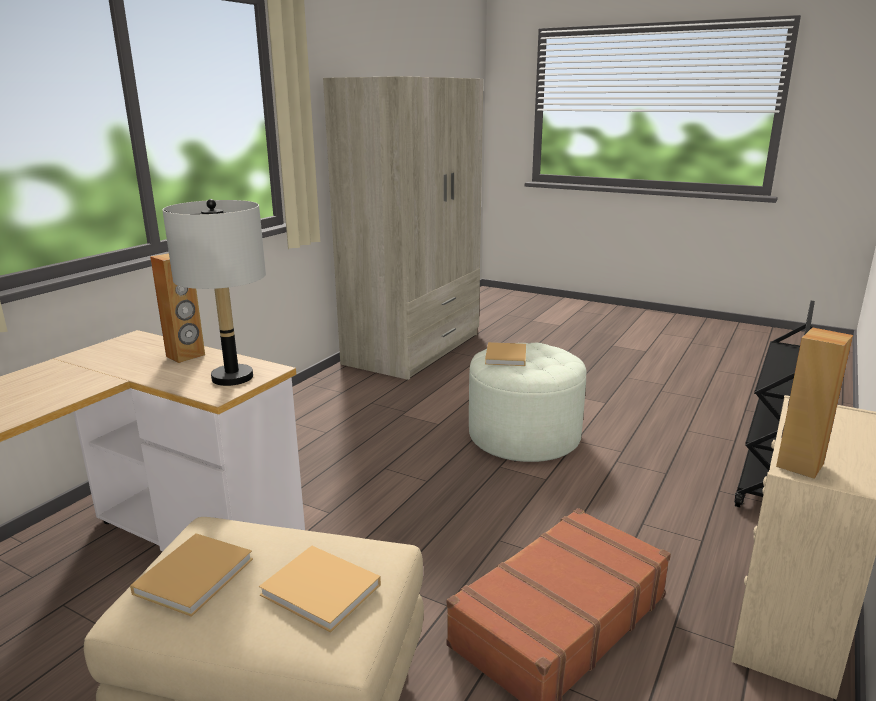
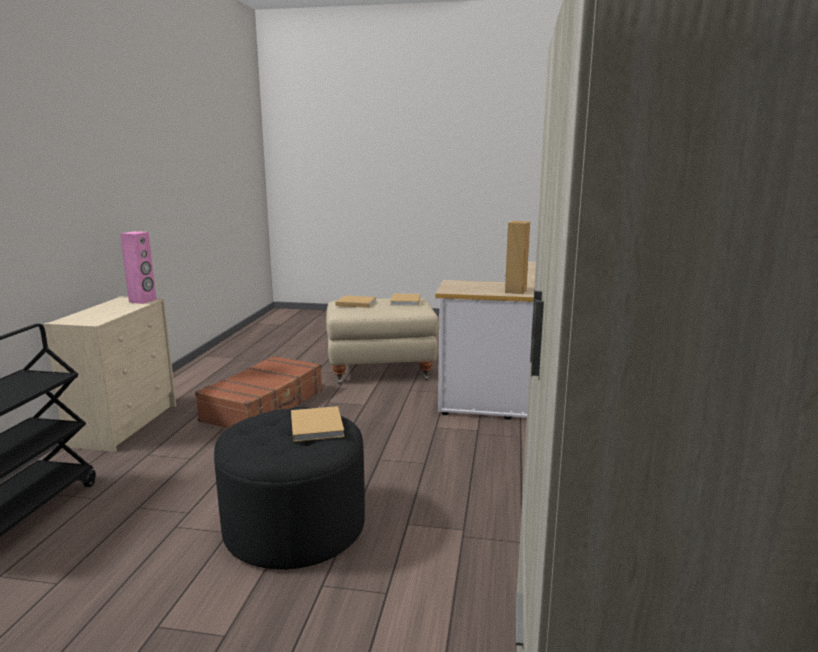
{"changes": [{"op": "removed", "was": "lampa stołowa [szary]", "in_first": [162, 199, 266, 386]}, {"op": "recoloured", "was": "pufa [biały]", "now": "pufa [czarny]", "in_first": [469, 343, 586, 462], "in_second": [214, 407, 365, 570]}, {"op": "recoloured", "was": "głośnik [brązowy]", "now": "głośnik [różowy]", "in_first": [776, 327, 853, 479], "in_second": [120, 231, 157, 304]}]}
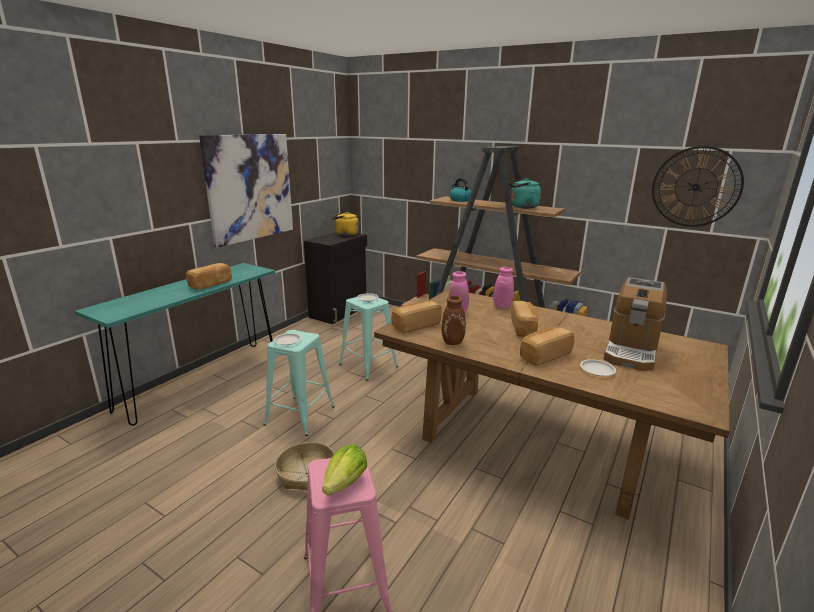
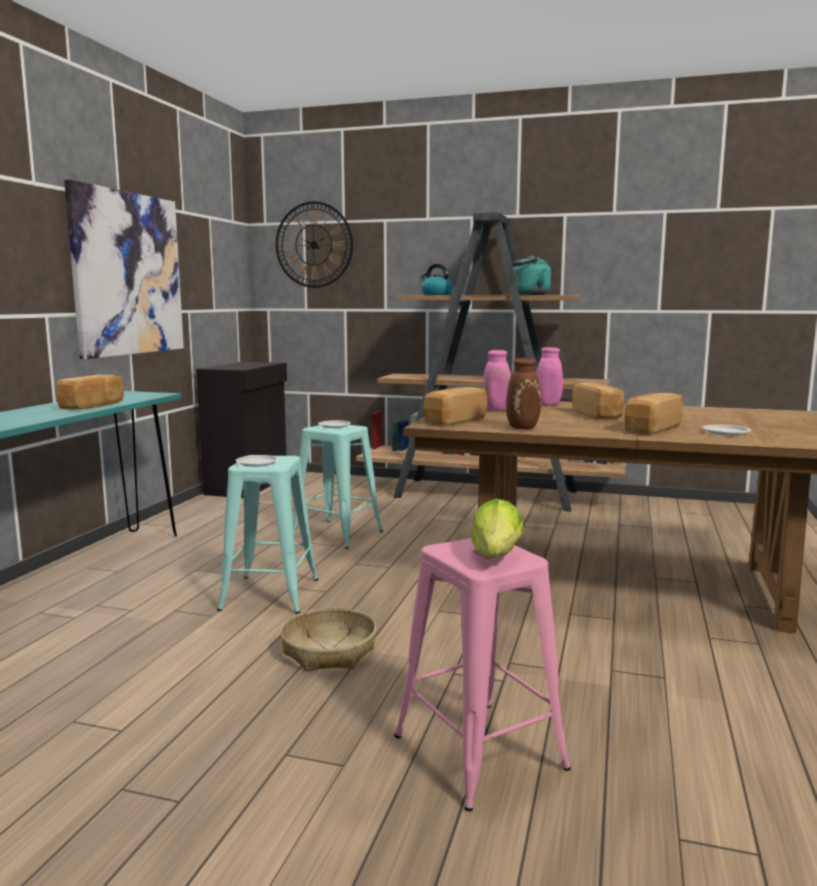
{"changes": [{"op": "removed", "was": "czajnik [żółty]", "in_first": [332, 212, 359, 236]}, {"op": "removed", "was": "ekspres do kawy", "in_first": [604, 277, 667, 371]}, {"op": "moved", "was": "zegar ścienny", "in_first": [652, 146, 744, 227], "in_second": [276, 201, 353, 288]}]}
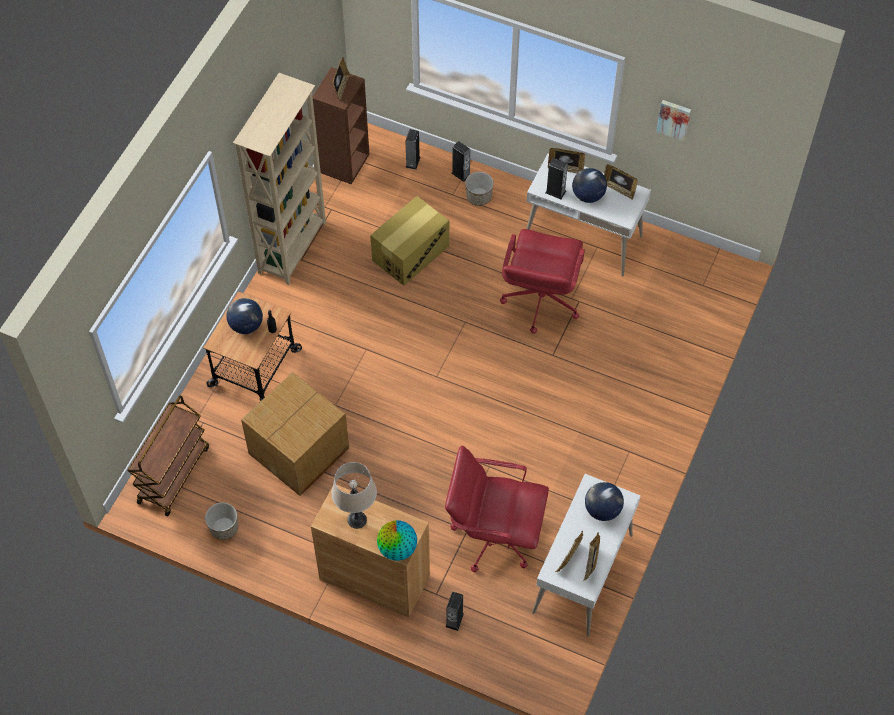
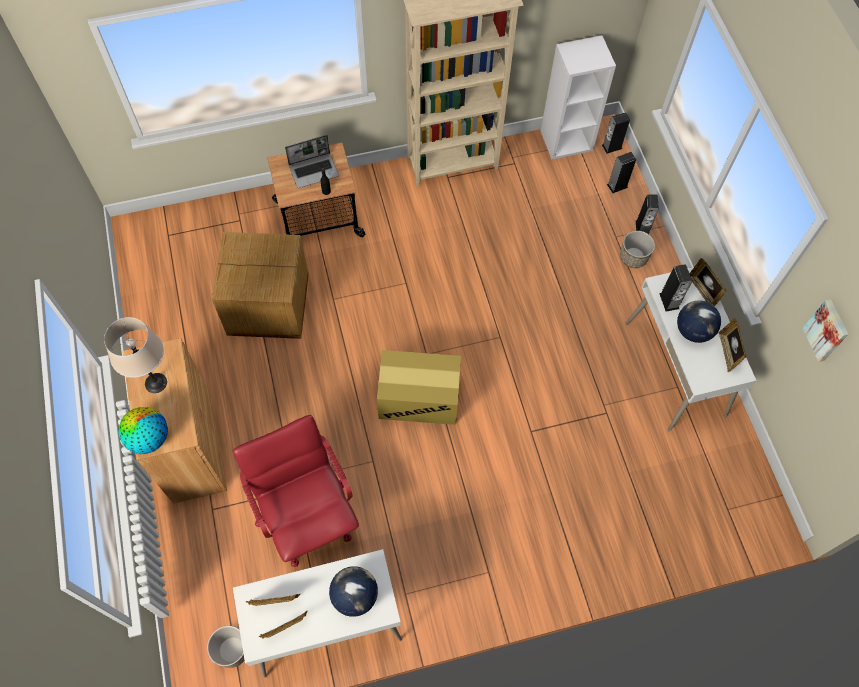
{"changes": [{"op": "removed", "was": "wózek [brązowy]", "in_first": [128, 396, 209, 516]}, {"op": "moved", "was": "donica", "in_first": [205, 502, 238, 540], "in_second": [207, 626, 245, 668]}, {"op": "replaced", "was": "globus", "now": "laptop", "in_first": [226, 298, 263, 334], "in_second": [285, 135, 339, 188]}, {"op": "recoloured", "was": "regał [brązowy]", "now": "regał [biały]", "in_first": [313, 67, 369, 184], "in_second": [541, 35, 616, 159]}, {"op": "removed", "was": "ramka na zdjęcie", "in_first": [332, 57, 350, 101]}, {"op": "moved", "was": "karton", "in_first": [370, 196, 449, 286], "in_second": [377, 350, 461, 425]}, {"op": "moved", "was": "głośnik", "in_first": [446, 592, 464, 631], "in_second": [602, 112, 630, 154]}, {"op": "removed", "was": "krzesło biurowe [czerwony]", "in_first": [500, 229, 585, 334]}]}
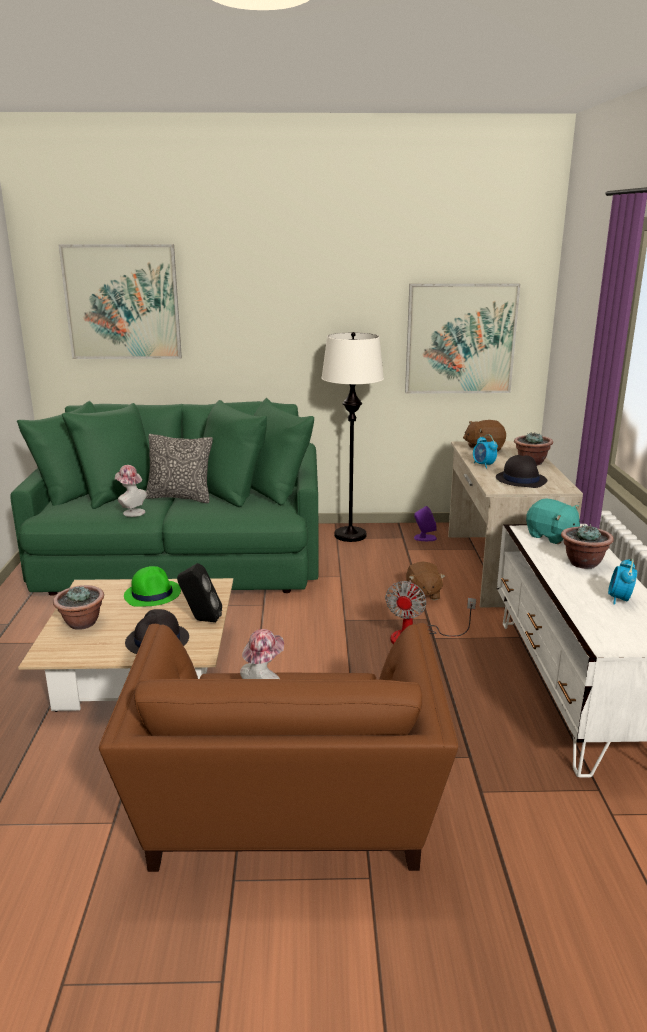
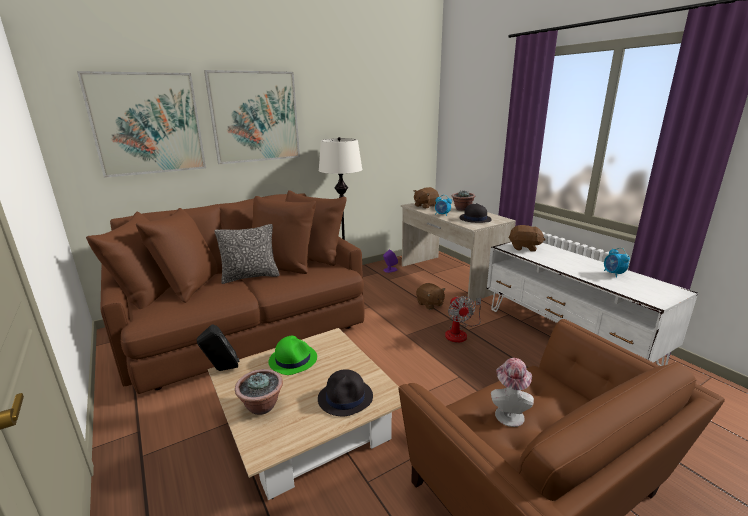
{"changes": [{"op": "recoloured", "was": "kanapa [zielony]", "now": "kanapa [brązowy]", "in_first": [10, 398, 319, 596], "in_second": [86, 190, 365, 394]}, {"op": "removed", "was": "kapelusz", "in_first": [115, 465, 147, 517]}, {"op": "moved", "was": "głośnik [czarny]", "in_first": [177, 563, 222, 622], "in_second": [197, 324, 239, 371]}, {"op": "moved", "was": "obraz", "in_first": [405, 283, 520, 394], "in_second": [204, 70, 300, 164]}, {"op": "recoloured", "was": "pluszak [turkusowy]", "now": "pluszak [brązowy]", "in_first": [526, 498, 581, 544], "in_second": [509, 225, 546, 251]}, {"op": "removed", "was": "roślina doniczkowa", "in_first": [561, 524, 614, 569]}]}
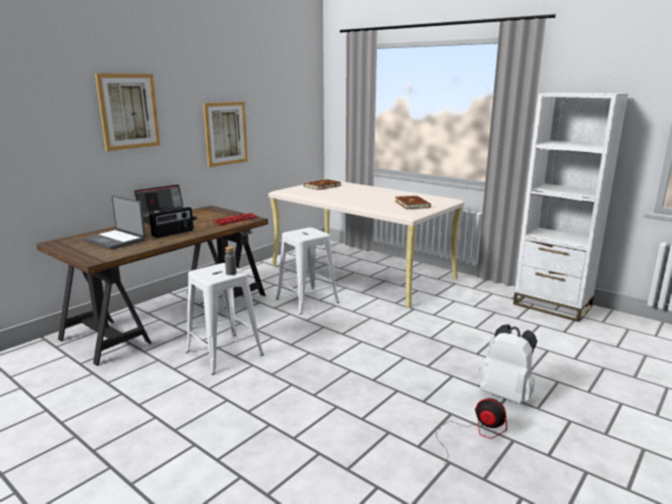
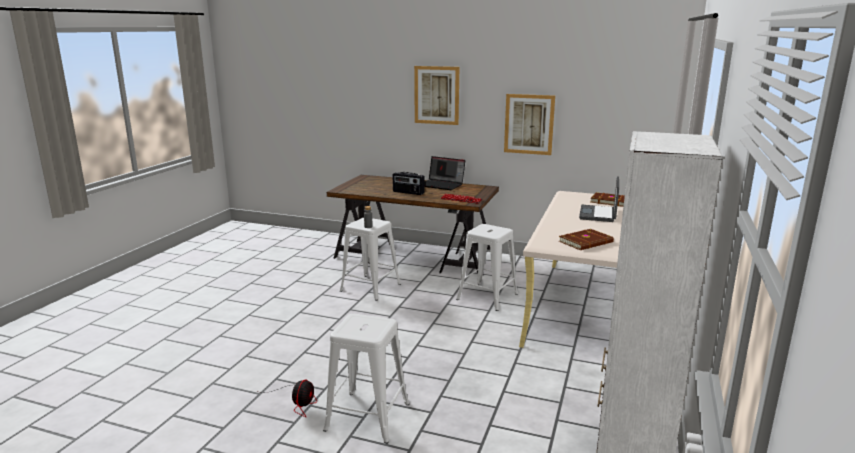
{"changes": [{"op": "moved", "was": "laptop", "in_first": [83, 195, 146, 250], "in_second": [579, 176, 619, 222]}, {"op": "replaced", "was": "plecak [biały]", "now": "stołek [biały]", "in_first": [477, 324, 537, 404], "in_second": [323, 314, 409, 444]}]}
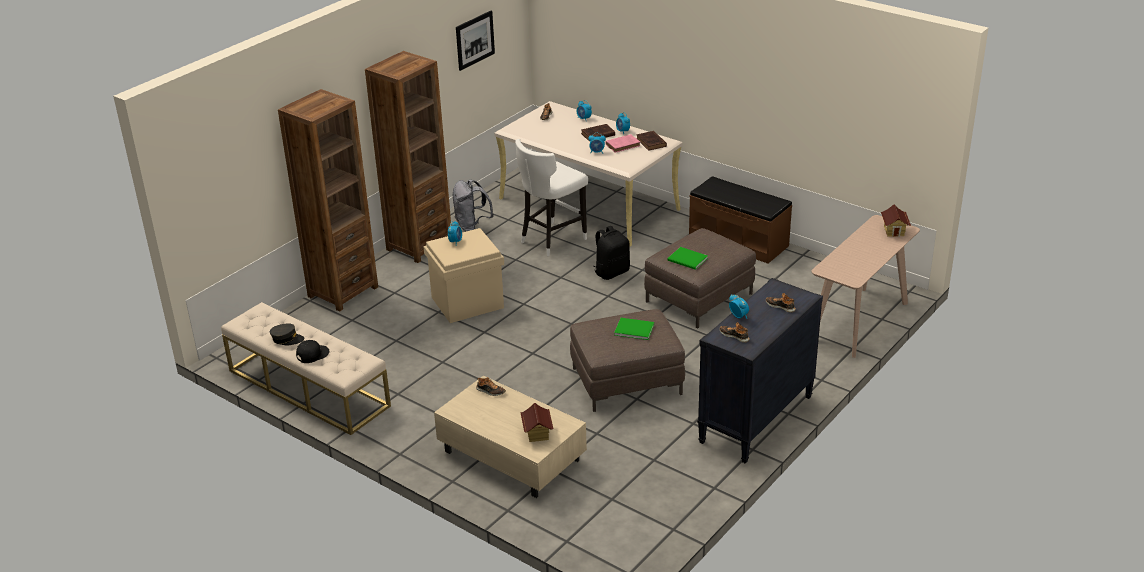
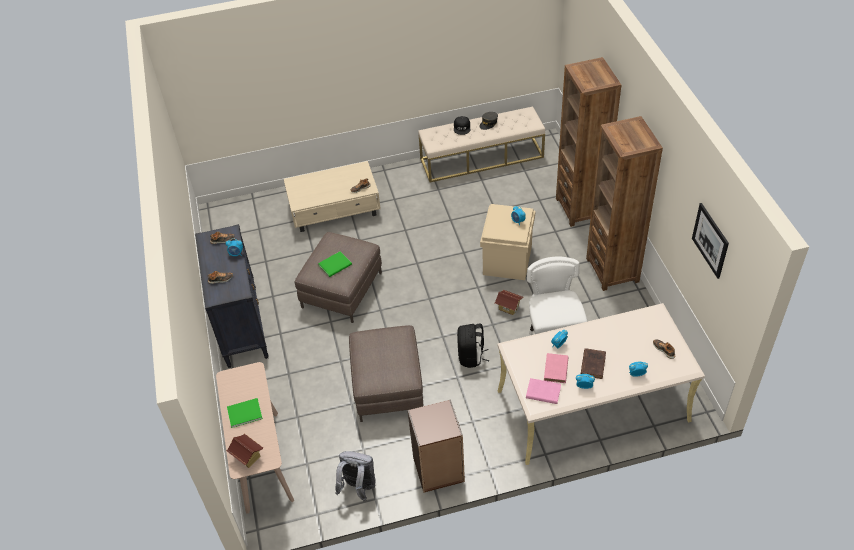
{"changes": [{"op": "moved", "was": "plecak [szary]", "in_first": [453, 180, 494, 231], "in_second": [335, 451, 376, 502]}, {"op": "moved", "was": "domek", "in_first": [520, 403, 554, 442], "in_second": [495, 289, 523, 315]}, {"op": "recoloured", "was": "książka [brązowy]", "now": "książka [różowy]", "in_first": [636, 131, 667, 151], "in_second": [526, 378, 561, 404]}, {"op": "moved", "was": "książka [zielony]", "in_first": [667, 247, 708, 270], "in_second": [227, 398, 263, 428]}, {"op": "replaced", "was": "ławka [brązowy]", "now": "regał [brązowy]", "in_first": [689, 176, 792, 264], "in_second": [408, 399, 465, 493]}]}
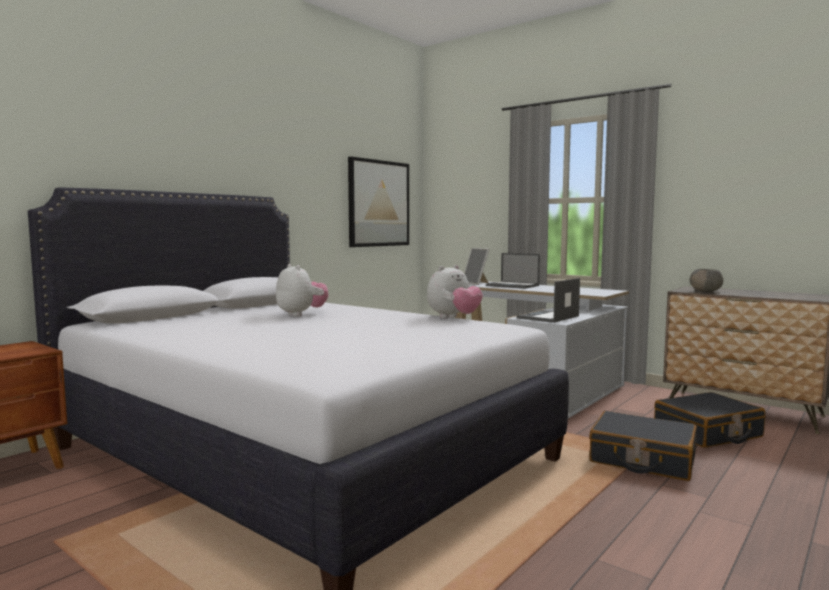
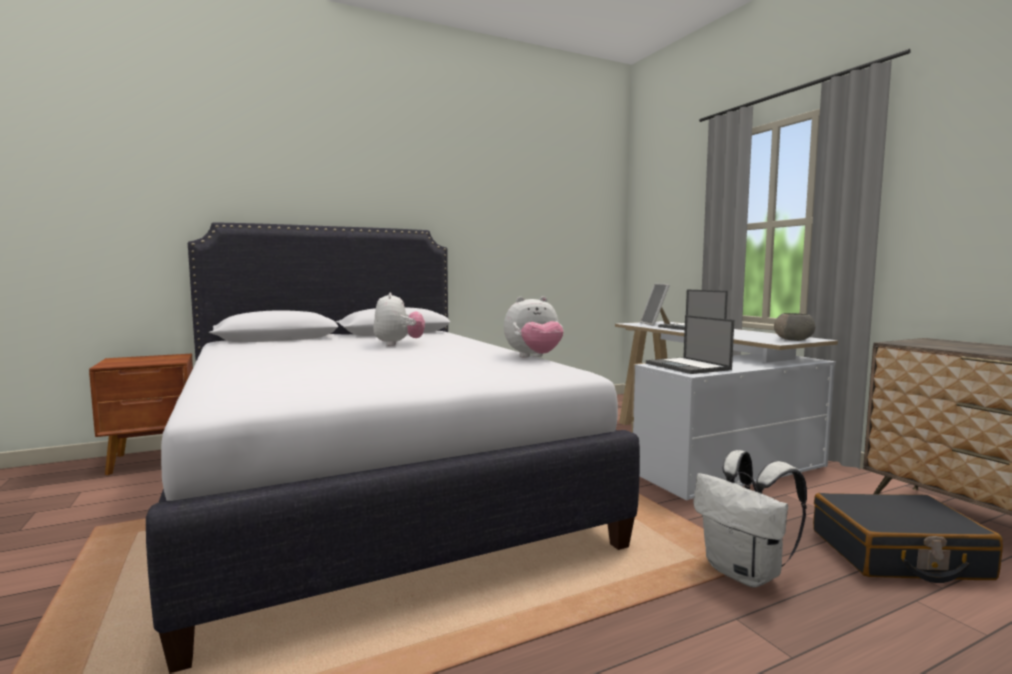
{"changes": [{"op": "removed", "was": "obraz", "in_first": [348, 157, 409, 247]}, {"op": "turned", "was": "laptop", "in_first": [517, 278, 580, 323], "in_second": [646, 315, 734, 374], "clockwise": -90}, {"op": "replaced", "was": "walizka [czarny]", "now": "plecak [biały]", "in_first": [589, 411, 697, 481], "in_second": [693, 450, 807, 587]}, {"op": "moved", "was": "miska [szary]", "in_first": [690, 269, 723, 292], "in_second": [774, 313, 815, 341]}]}
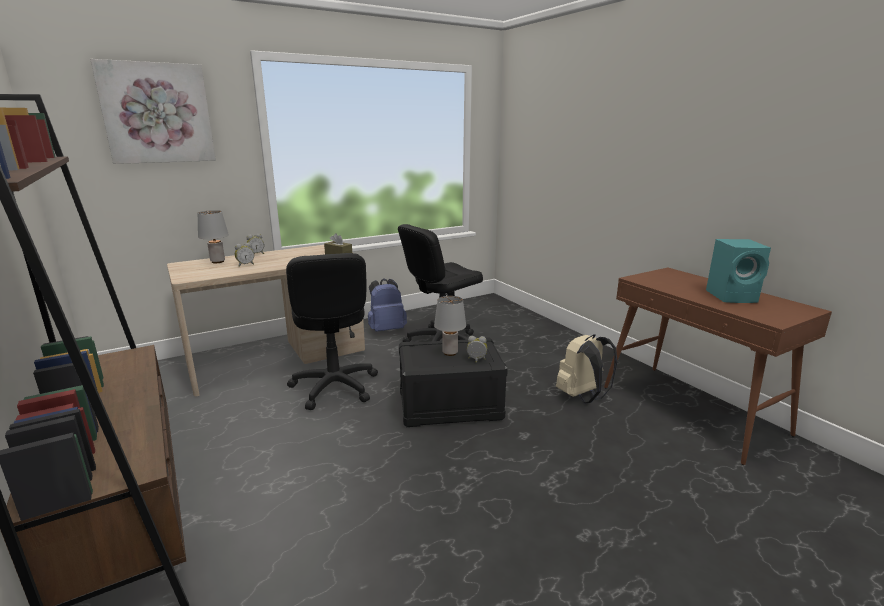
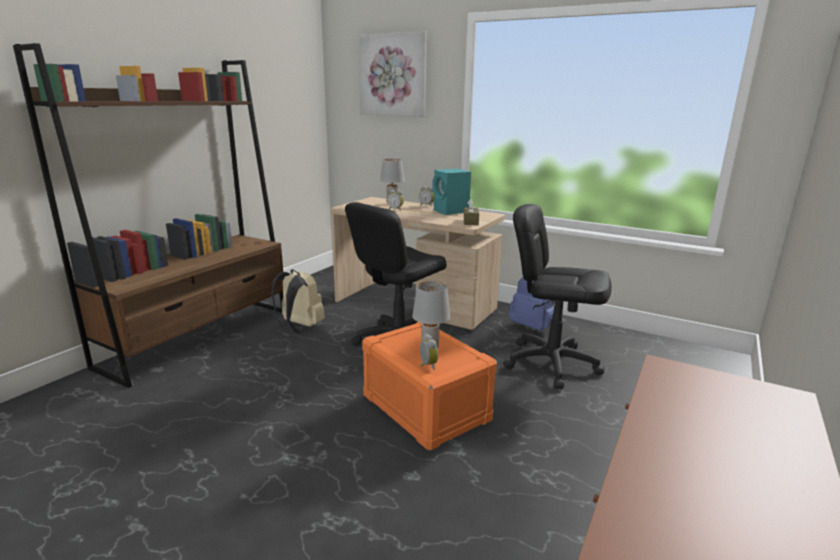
{"changes": [{"op": "recoloured", "was": "pojemnik do przechowywania [czarny]", "now": "pojemnik do przechowywania [pomarańczowy]", "in_first": [399, 337, 508, 427], "in_second": [362, 322, 497, 451]}, {"op": "moved", "was": "plecak [beżowy]", "in_first": [556, 334, 618, 403], "in_second": [271, 269, 325, 333]}, {"op": "moved", "was": "głośnik [turkusowy]", "in_first": [706, 239, 771, 303], "in_second": [432, 169, 471, 215]}]}
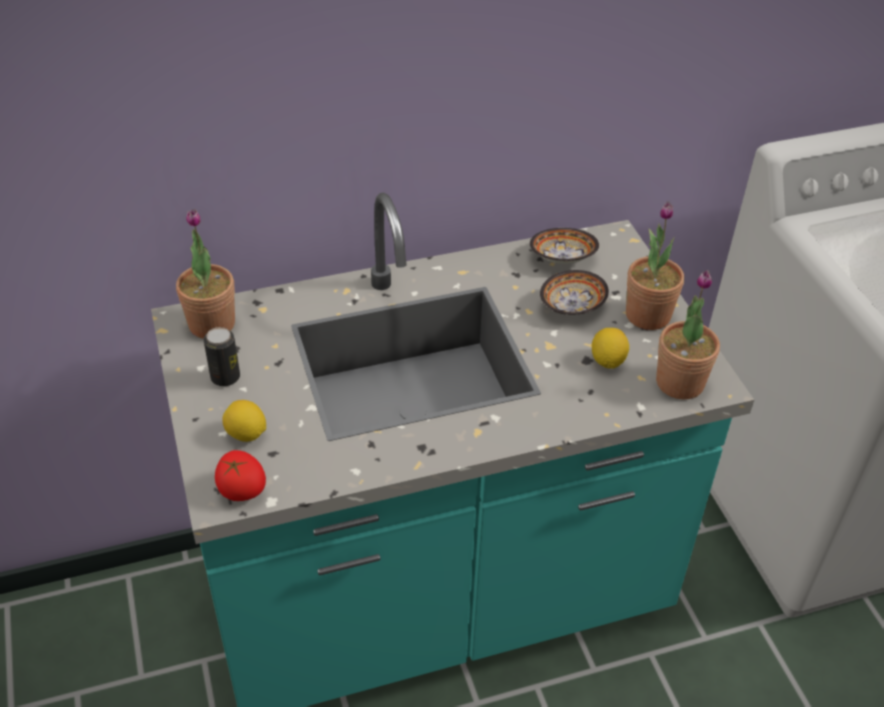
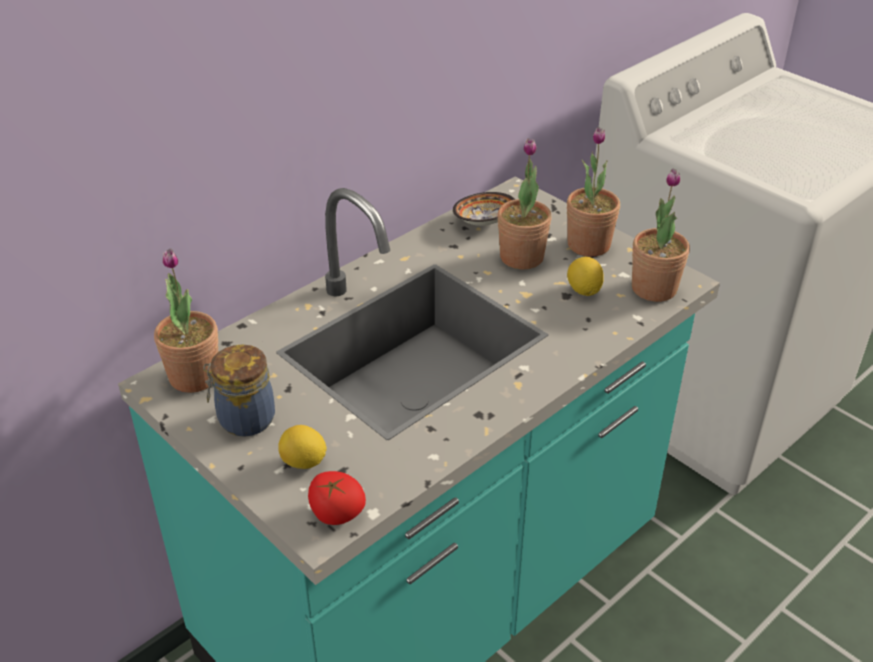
{"changes": [{"op": "replaced", "was": "puszka", "now": "słoik", "in_first": [204, 327, 240, 386], "in_second": [203, 345, 275, 437]}, {"op": "replaced", "was": "miska", "now": "roślina doniczkowa", "in_first": [540, 270, 609, 315], "in_second": [497, 138, 552, 270]}]}
